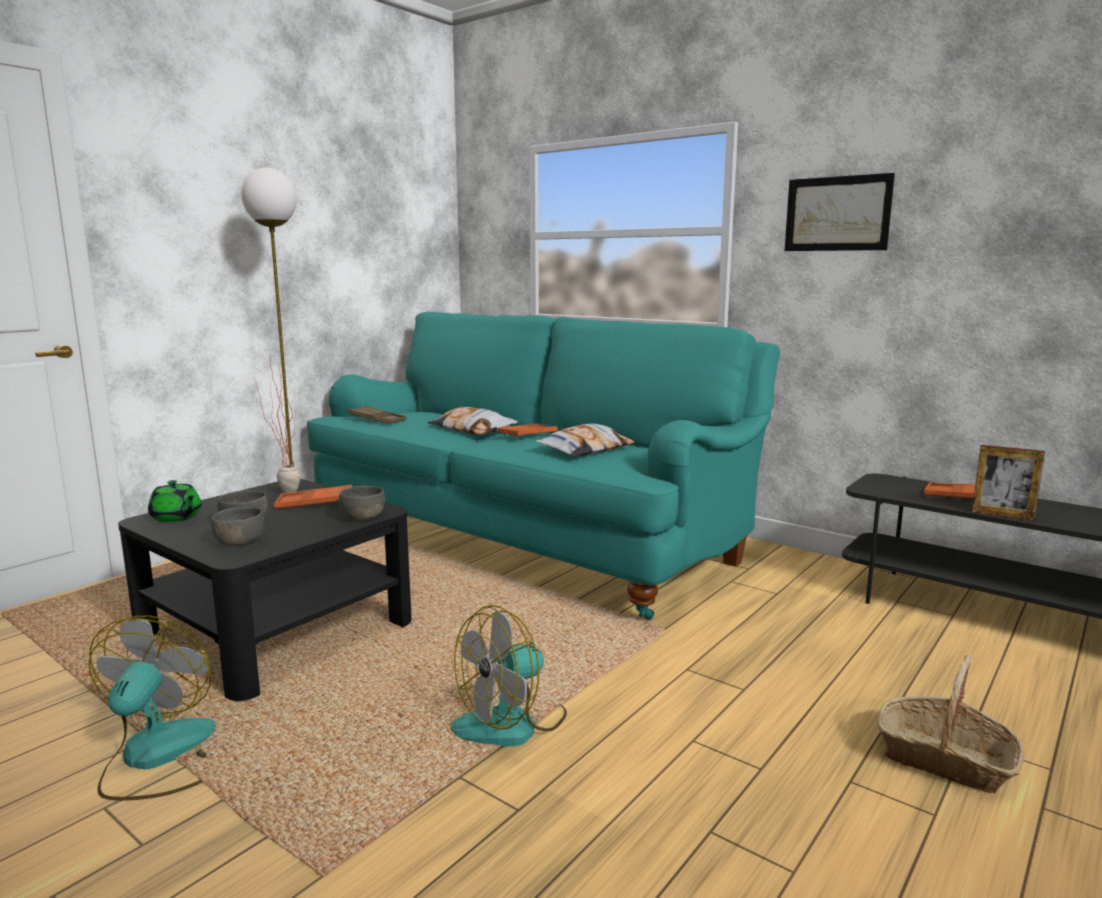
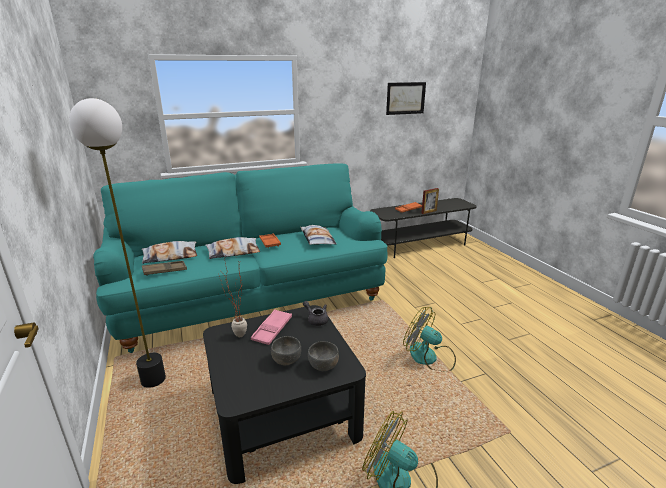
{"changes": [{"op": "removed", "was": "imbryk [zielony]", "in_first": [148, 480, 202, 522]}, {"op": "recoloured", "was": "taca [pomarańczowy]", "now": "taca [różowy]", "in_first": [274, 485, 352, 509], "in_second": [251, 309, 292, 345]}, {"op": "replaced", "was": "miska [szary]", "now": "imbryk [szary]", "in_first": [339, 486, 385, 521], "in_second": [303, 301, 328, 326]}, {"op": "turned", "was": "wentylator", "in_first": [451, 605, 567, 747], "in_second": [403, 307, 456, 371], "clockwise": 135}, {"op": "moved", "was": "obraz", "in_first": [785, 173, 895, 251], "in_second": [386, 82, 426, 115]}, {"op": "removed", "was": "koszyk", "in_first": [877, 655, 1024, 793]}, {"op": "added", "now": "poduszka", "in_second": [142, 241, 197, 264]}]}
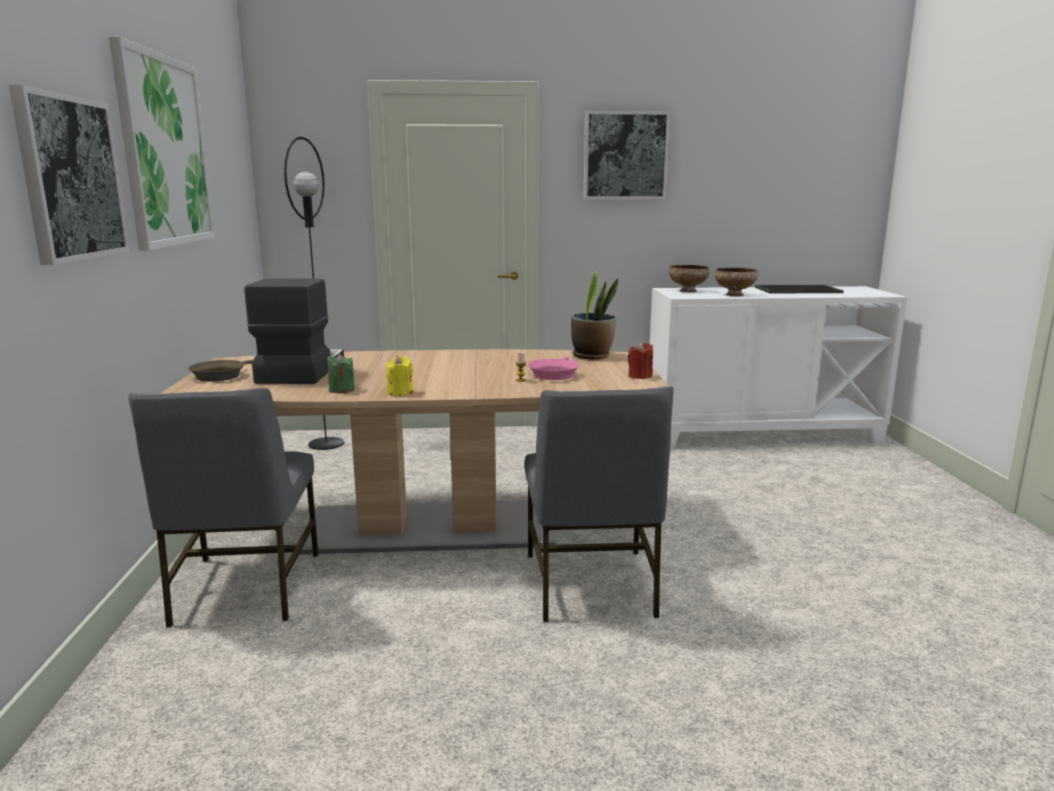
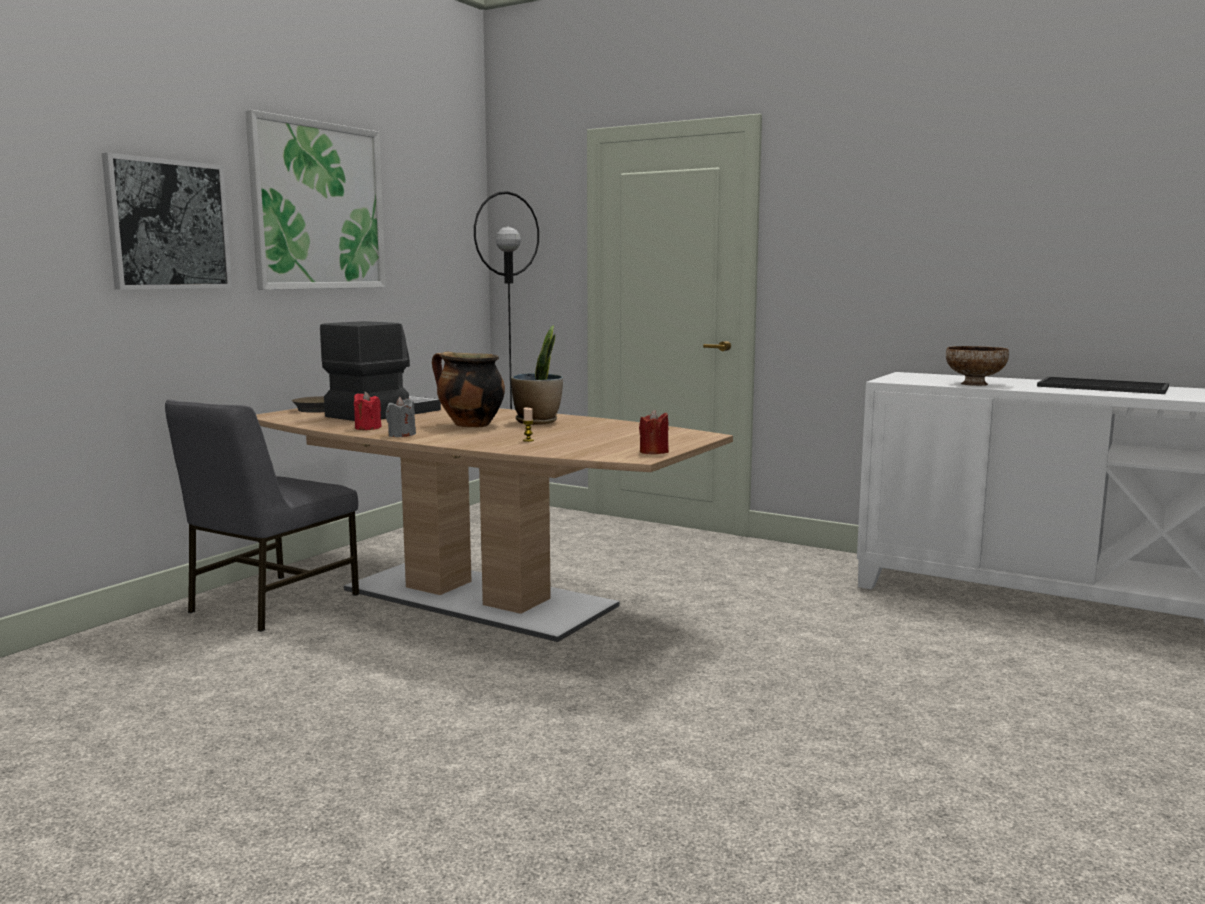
{"changes": [{"op": "recoloured", "was": "świeca [zielony]", "now": "świeca [czerwony]", "in_first": [327, 354, 355, 393], "in_second": [354, 392, 382, 430]}, {"op": "recoloured", "was": "świeca [żółty]", "now": "świeca [szary]", "in_first": [385, 356, 413, 396], "in_second": [386, 397, 416, 437]}, {"op": "removed", "was": "krzesło [szary]", "in_first": [525, 386, 674, 622]}, {"op": "removed", "was": "patelnia [różowy]", "in_first": [528, 356, 580, 380]}, {"op": "moved", "was": "roślina doniczkowa", "in_first": [571, 270, 618, 360], "in_second": [511, 325, 563, 425]}, {"op": "removed", "was": "obraz", "in_first": [583, 111, 670, 199]}, {"op": "removed", "was": "miska", "in_first": [669, 265, 710, 292]}, {"op": "added", "now": "garnek", "in_second": [432, 352, 505, 427]}]}
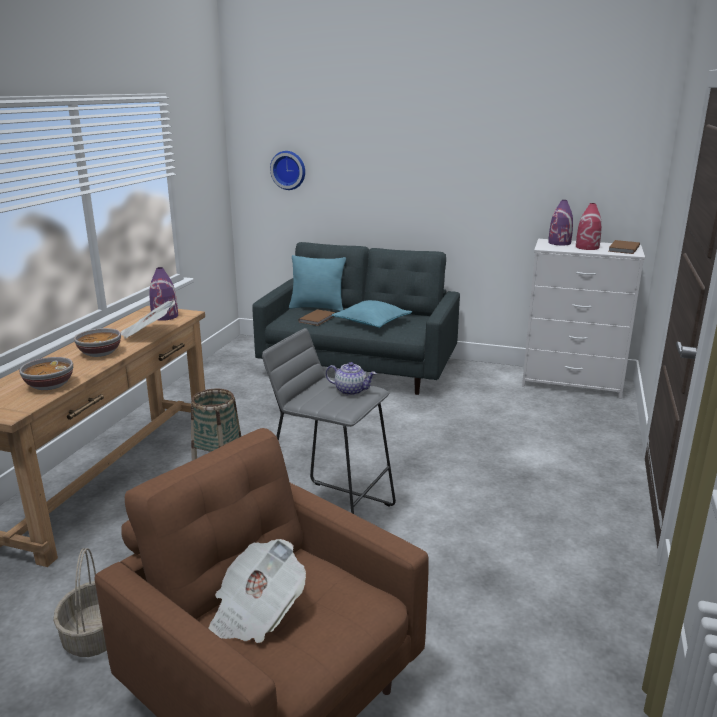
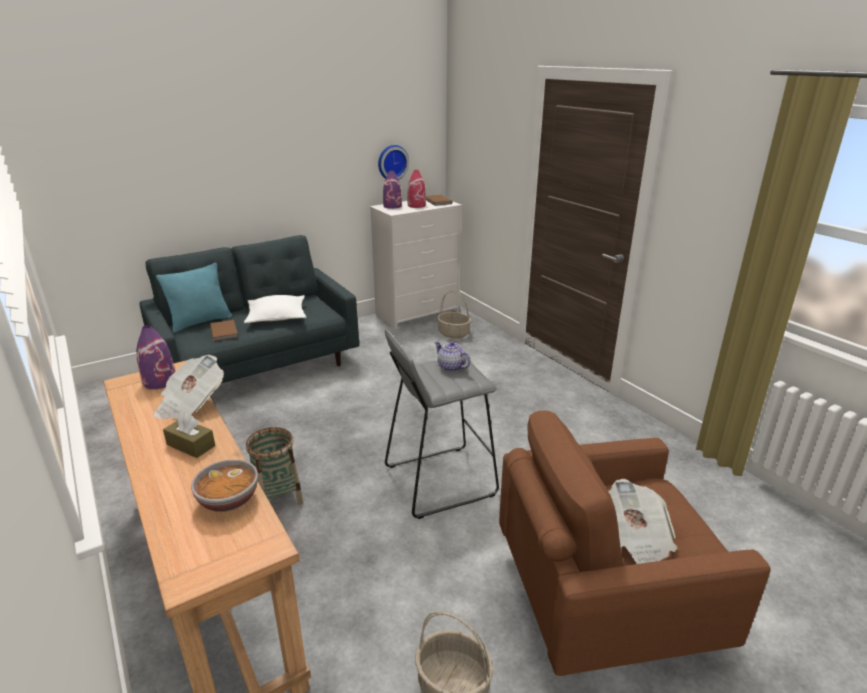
{"changes": [{"op": "replaced", "was": "miska", "now": "pudełko chusteczek [brązowy]", "in_first": [74, 328, 121, 357], "in_second": [163, 413, 215, 458]}, {"op": "moved", "was": "zegar ścienny", "in_first": [270, 151, 305, 190], "in_second": [378, 145, 409, 180]}, {"op": "turned", "was": "imbryk", "in_first": [326, 362, 377, 396], "in_second": [434, 341, 471, 372], "clockwise": -105}, {"op": "recoloured", "was": "poduszka [turkusowy]", "now": "poduszka [biały]", "in_first": [332, 300, 412, 328], "in_second": [244, 295, 306, 323]}, {"op": "added", "now": "koszyk", "in_second": [437, 291, 471, 339]}]}
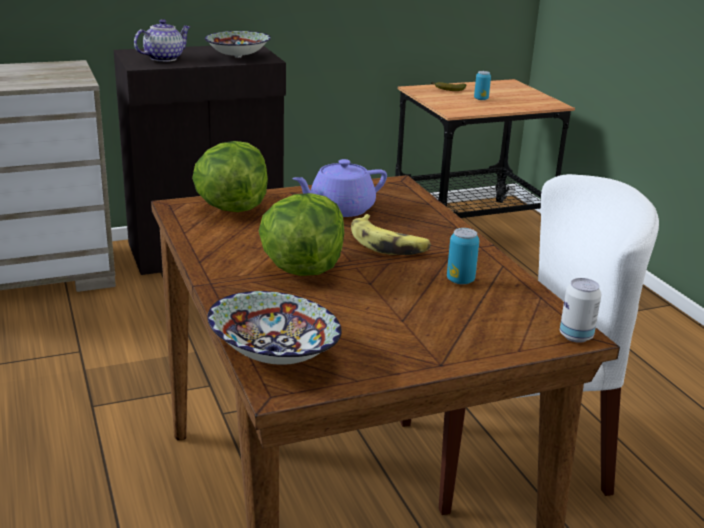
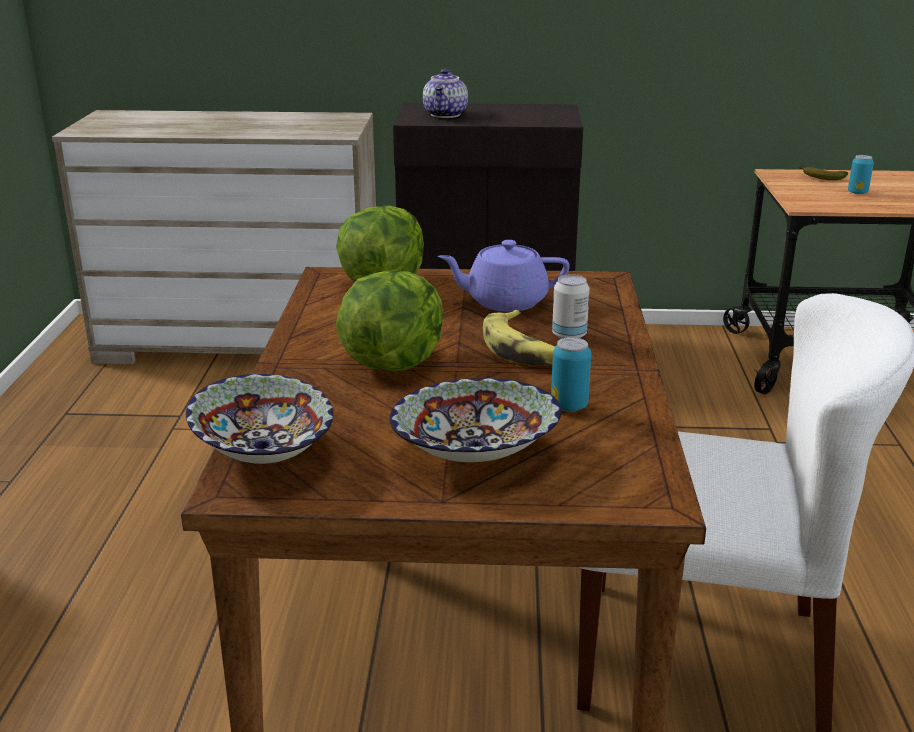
{"changes": [{"op": "turned", "was": "imbryk", "in_first": [134, 19, 190, 62], "in_second": [423, 69, 468, 118], "clockwise": 120}, {"op": "moved", "was": "miska", "in_first": [205, 31, 271, 58], "in_second": [389, 378, 561, 462]}, {"op": "moved", "was": "puszka", "in_first": [560, 278, 602, 343], "in_second": [552, 274, 590, 339]}]}
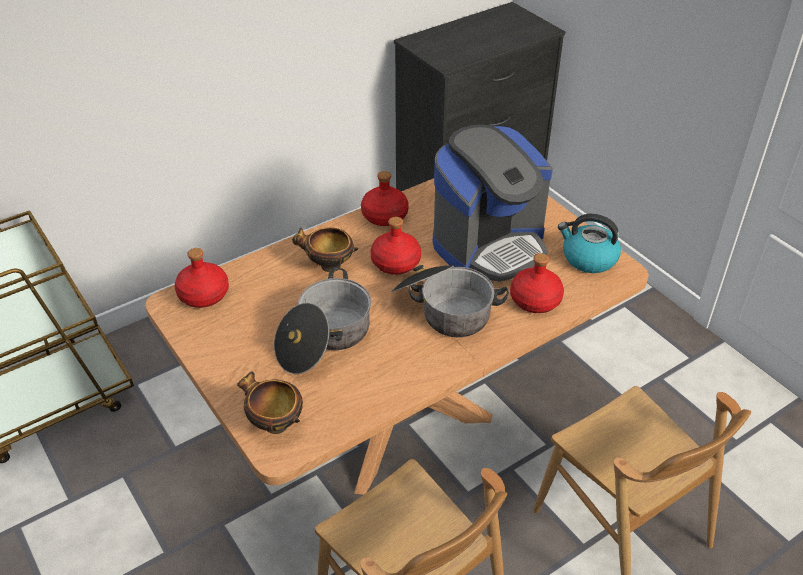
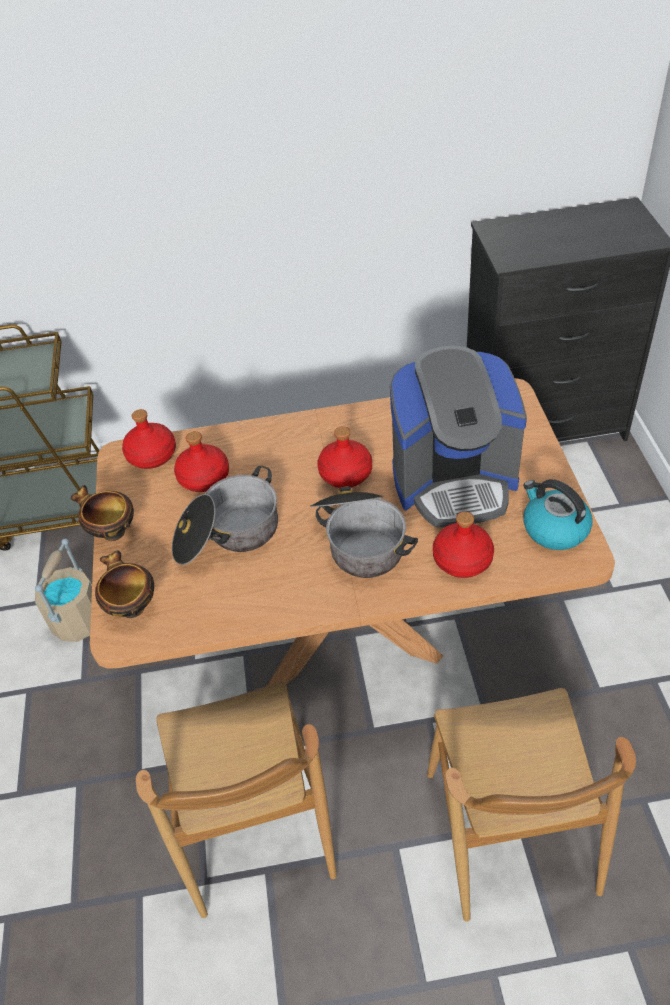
{"changes": [{"op": "moved", "was": "miska", "in_first": [292, 227, 359, 272], "in_second": [71, 485, 134, 541]}, {"op": "moved", "was": "butelka [czerwony]", "in_first": [361, 171, 409, 226], "in_second": [174, 431, 229, 492]}, {"op": "added", "now": "wiadro [beżowy]", "in_second": [35, 538, 92, 642]}]}
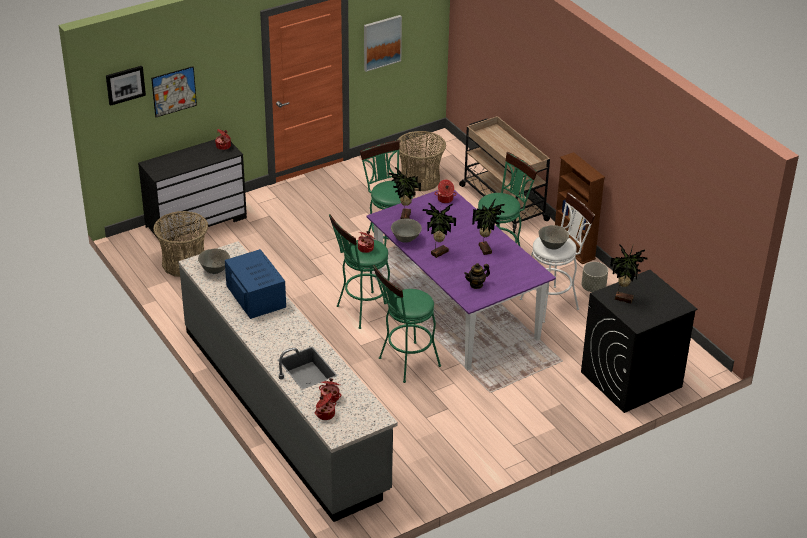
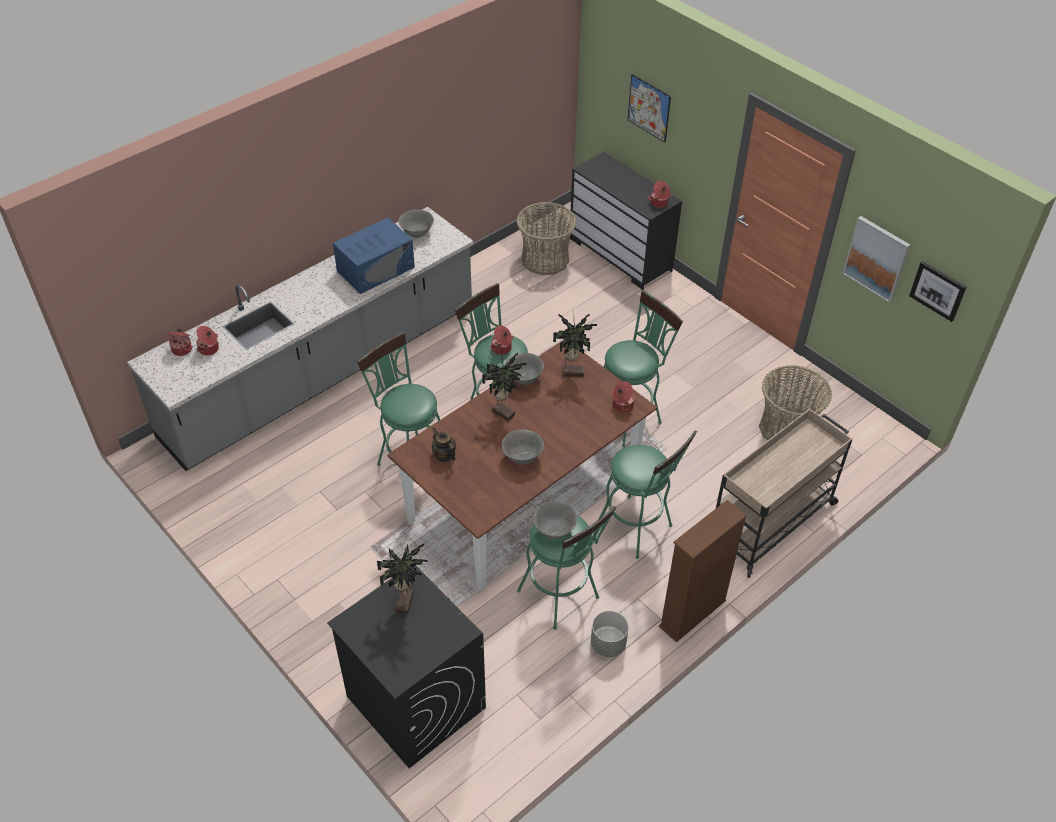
{"changes": [{"op": "moved", "was": "obraz", "in_first": [106, 66, 146, 106], "in_second": [909, 261, 966, 322]}, {"op": "recoloured", "was": "stół jadalny [fioletowy]", "now": "stół jadalny [brązowy]", "in_first": [367, 190, 556, 370], "in_second": [387, 340, 657, 590]}, {"op": "replaced", "was": "roślina doniczkowa", "now": "miska [szary]", "in_first": [472, 198, 505, 255], "in_second": [502, 430, 544, 465]}, {"op": "recoloured", "was": "stołek [biały]", "now": "stołek [zielony]", "in_first": [520, 192, 595, 323], "in_second": [517, 506, 616, 630]}]}
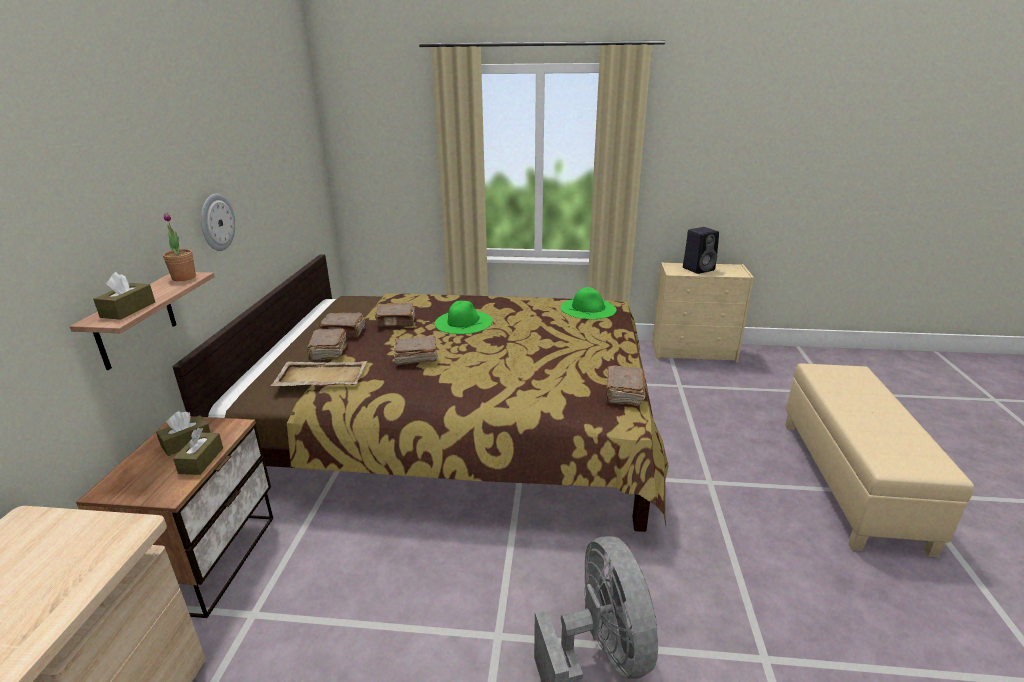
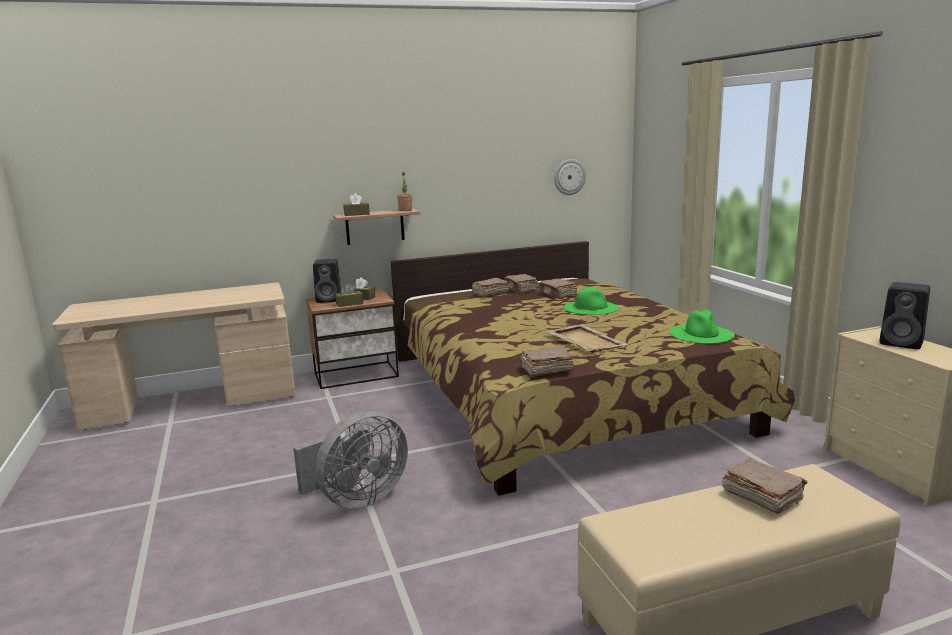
{"changes": [{"op": "moved", "was": "zegar ścienny", "in_first": [201, 194, 235, 251], "in_second": [554, 159, 586, 195]}, {"op": "moved", "was": "taca [beżowy]", "in_first": [270, 361, 367, 386], "in_second": [546, 324, 629, 353]}, {"op": "moved", "was": "książka [brązowy]", "in_first": [394, 336, 437, 366], "in_second": [722, 458, 807, 513]}, {"op": "added", "now": "głośnik [czarny]", "in_second": [313, 259, 341, 303]}]}
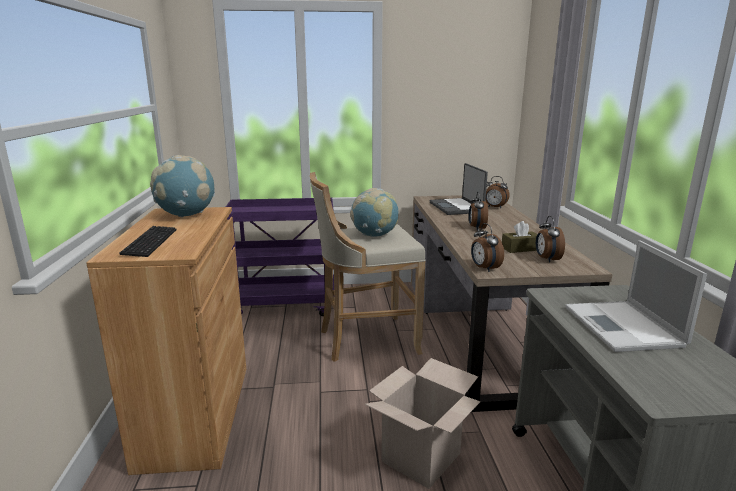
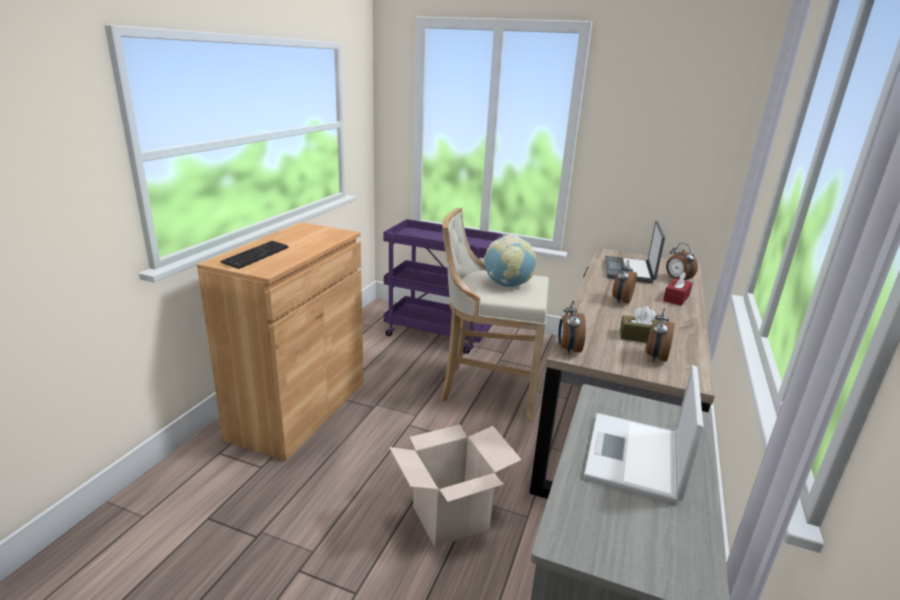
{"changes": [{"op": "removed", "was": "globus", "in_first": [150, 155, 215, 217]}, {"op": "added", "now": "pudełko chusteczek [czerwony]", "in_second": [663, 272, 693, 306]}]}
